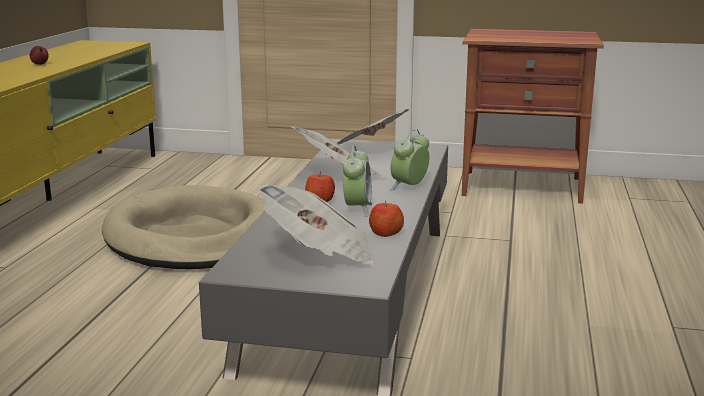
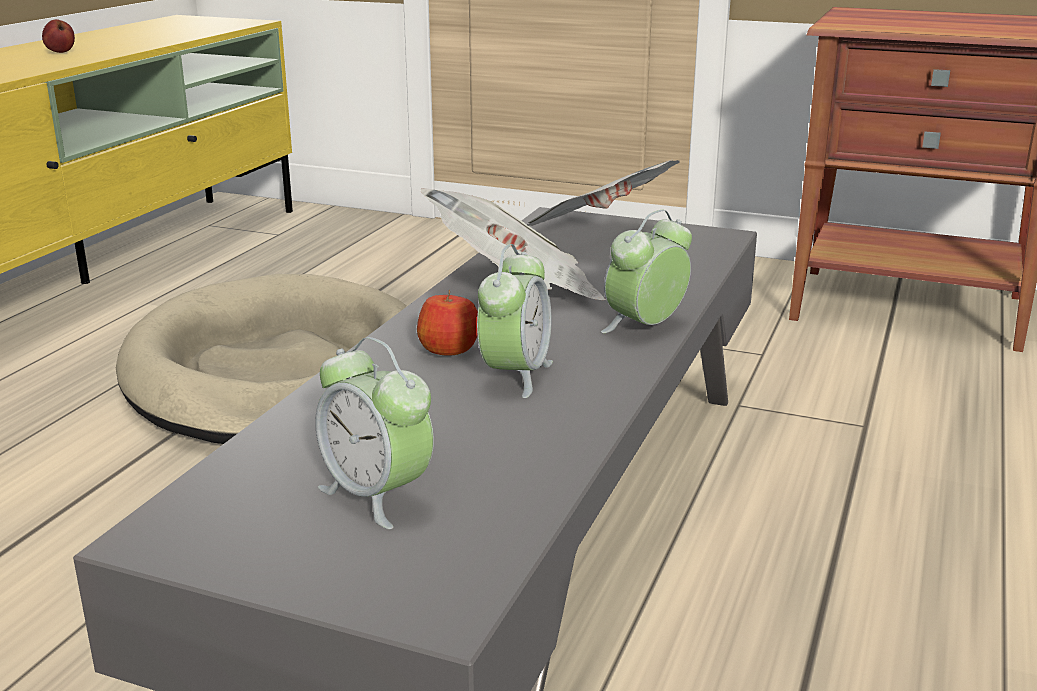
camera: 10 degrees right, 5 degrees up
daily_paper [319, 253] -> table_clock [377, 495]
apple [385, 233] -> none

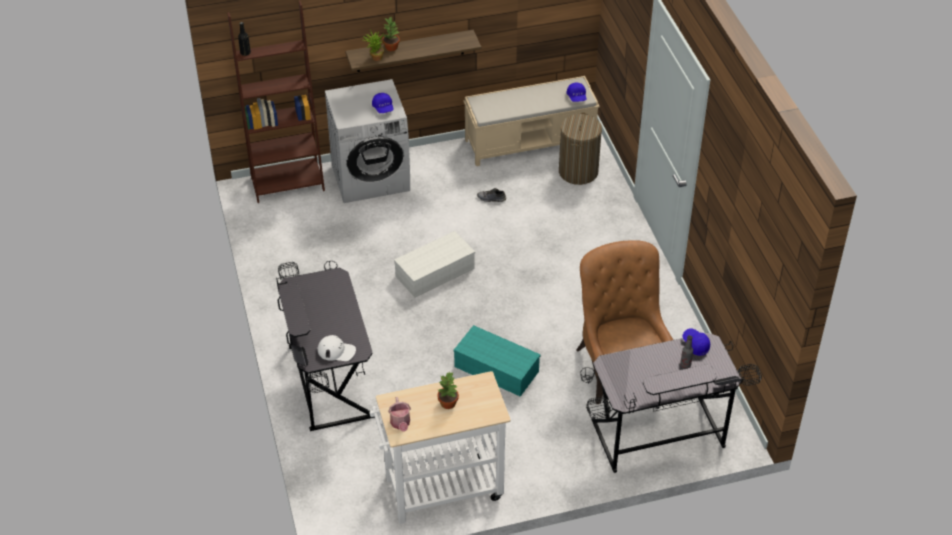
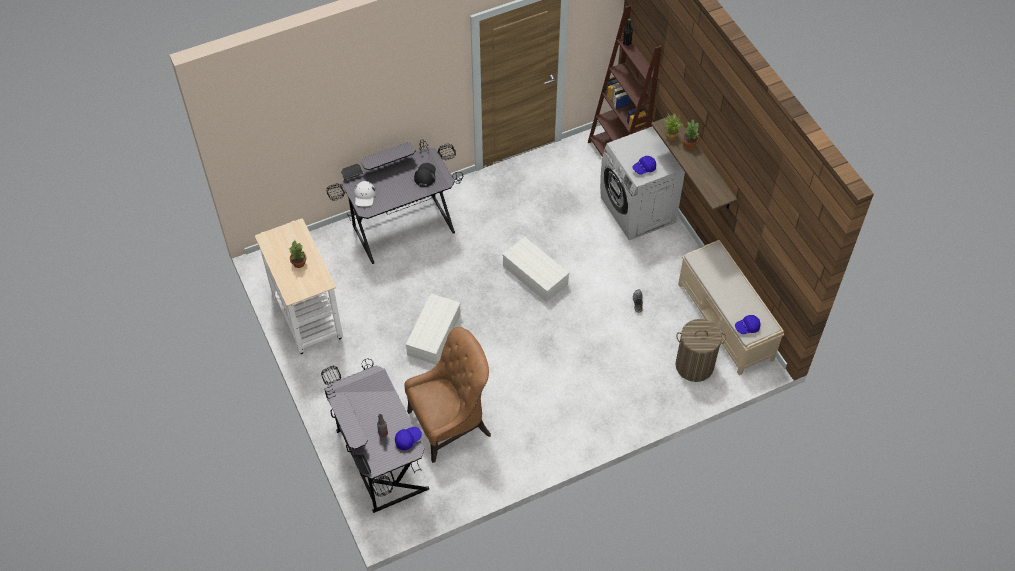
camera: 80 degrees right, 10 degrees up
turquoise_storage_container [495, 369] -> white-coloured_storage_container [433, 333]
watering_can [400, 424] -> none
none -> blackish_baseball_cap [425, 175]

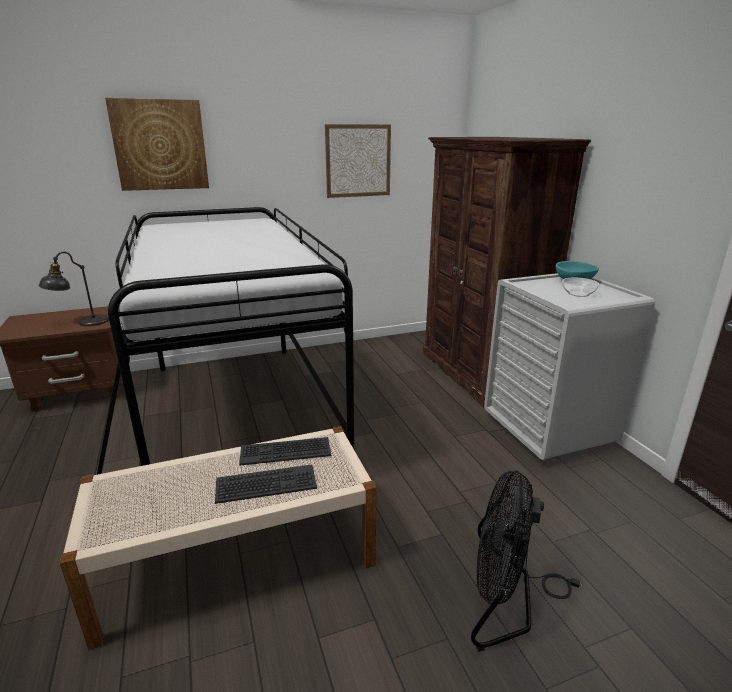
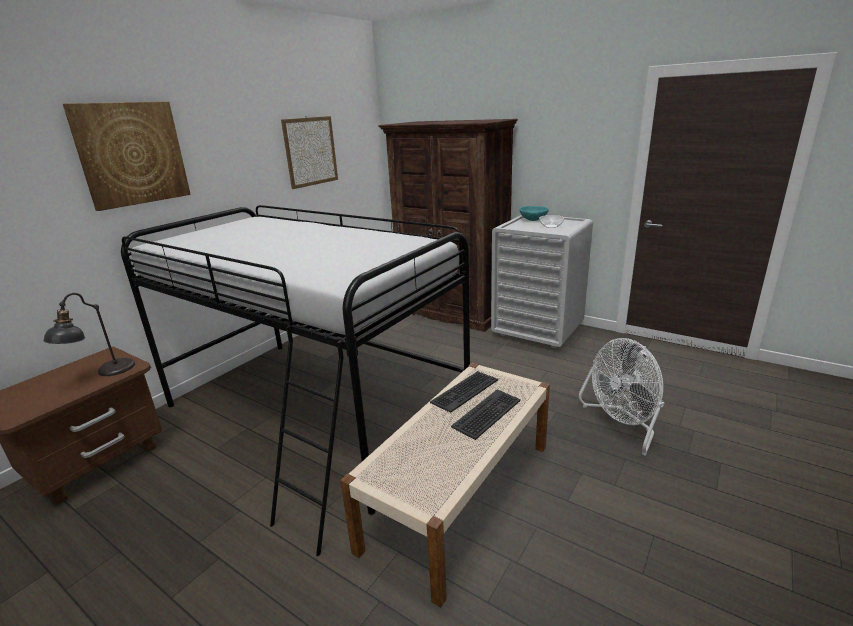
camera: 35 degrees left, 0 degrees up
blackish_cooling_fan [508, 593] -> white-coloured_cooling_fan [623, 422]

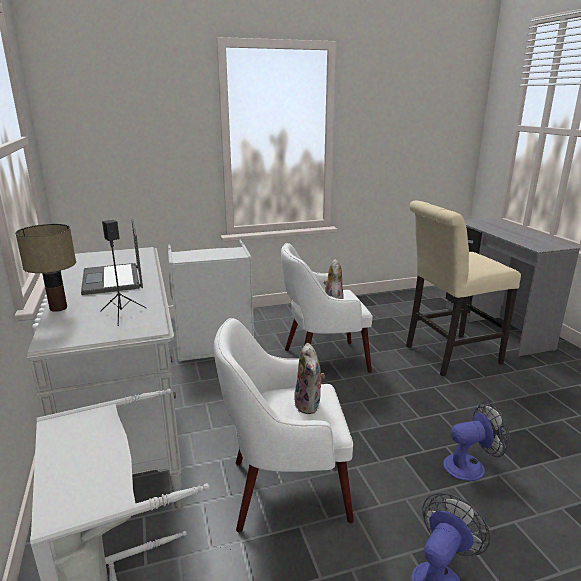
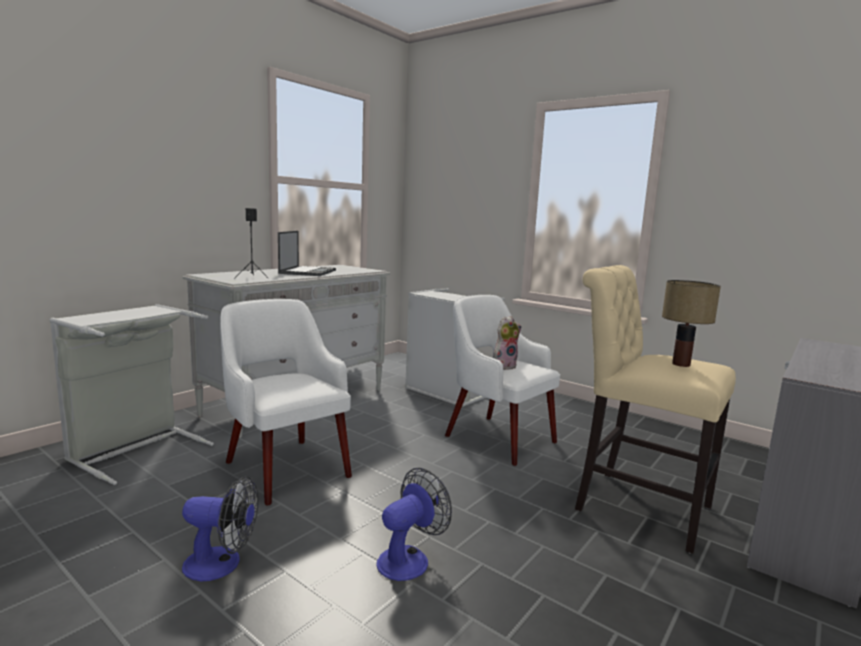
camera: 55 degrees right, 10 degrees down
laptop [113, 279] -> laptop [308, 272], 150 degrees clockwise
tabletop_lamp [59, 308] -> tabletop_lamp [682, 364], relocated
soft_toy [309, 405] -> none
cooling_fan [470, 466] -> cooling_fan [409, 558], 90 degrees counterclockwise

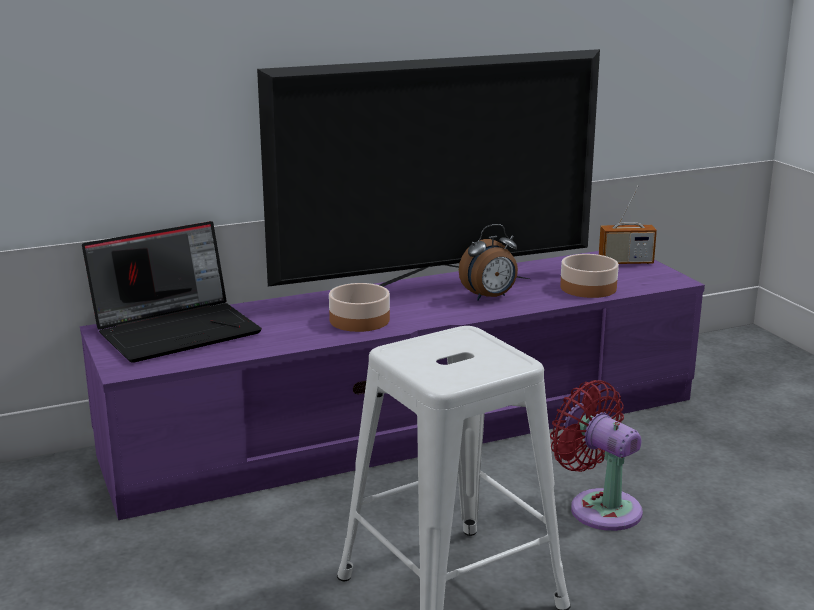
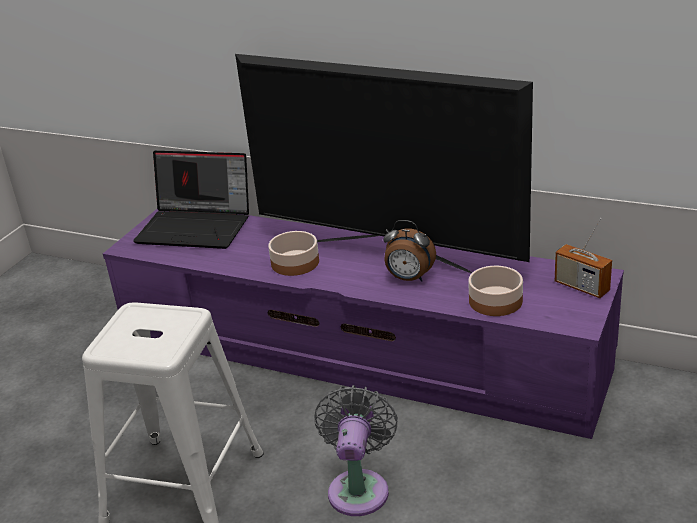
camera: 50 degrees right, 10 degrees up
red-coloured_cooling_fan [599, 507] -> gray_cooling_fan [359, 487]

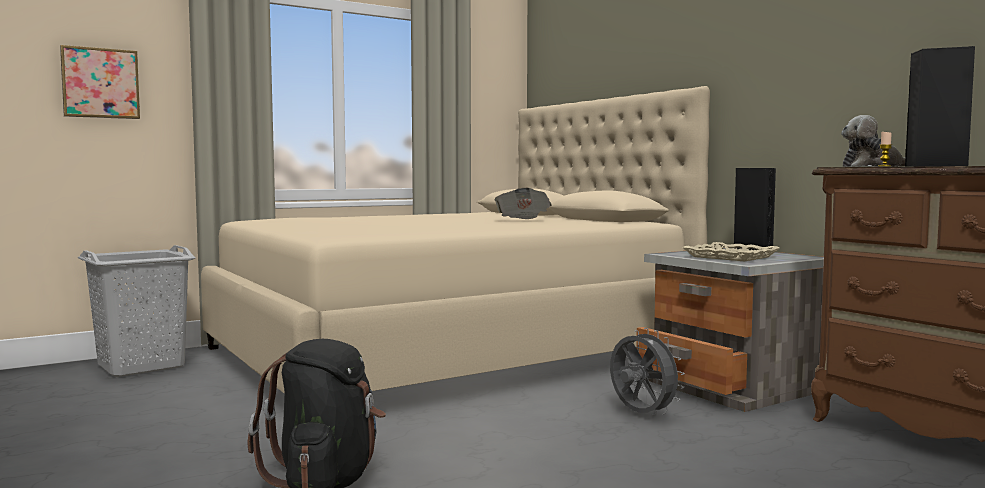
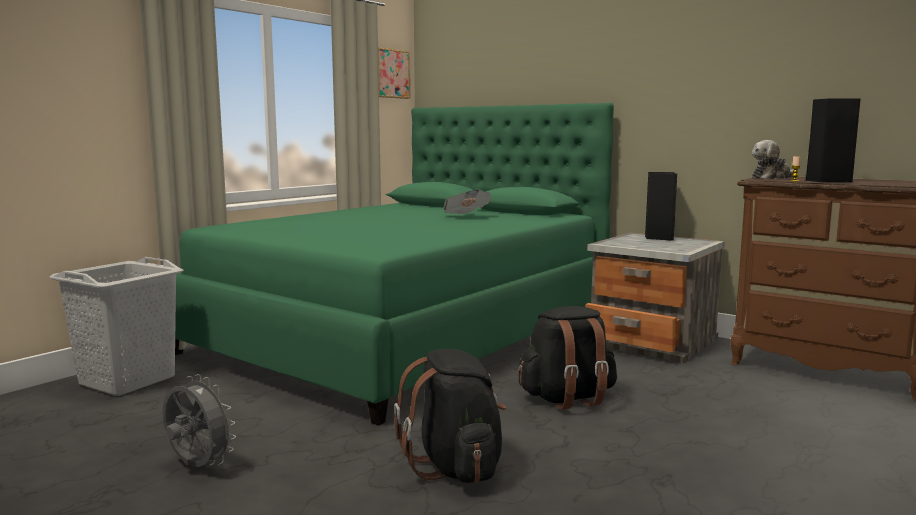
camera: 20 degrees left, 5 degrees up
wall_picture [100, 83] -> wall_picture [390, 73], relocated
beige_bed [449, 352] -> green-coloured_bed [406, 334]
beige_tray [730, 257] -> none
gray_cooling_fan [641, 415] -> gray_cooling_fan [197, 467], relocated
none -> blackish_knapsack [567, 398]

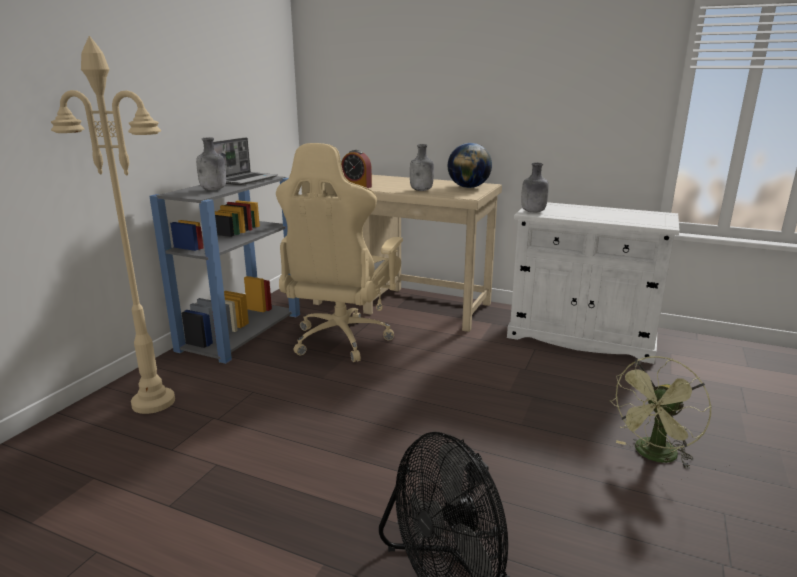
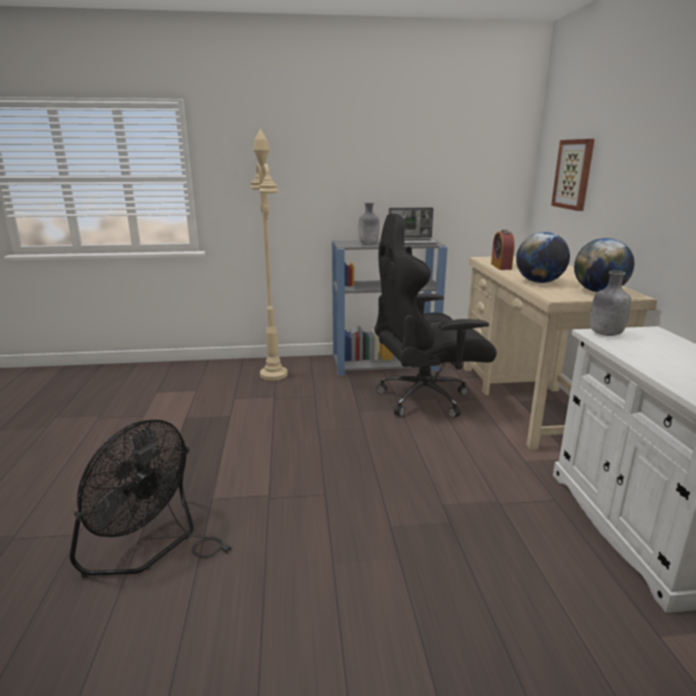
camera: 60 degrees right, 0 degrees up
beige_office_chair [343, 337] -> blackish_office_chair [428, 398]
gray_bottle [421, 190] -> world_globe [539, 282]
green-coloured_cooling_fan [653, 456] -> none
none -> wall_picture [574, 174]

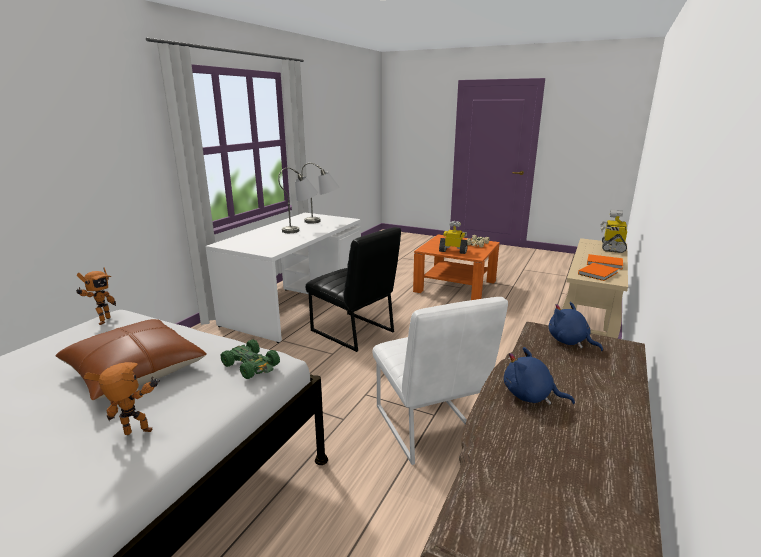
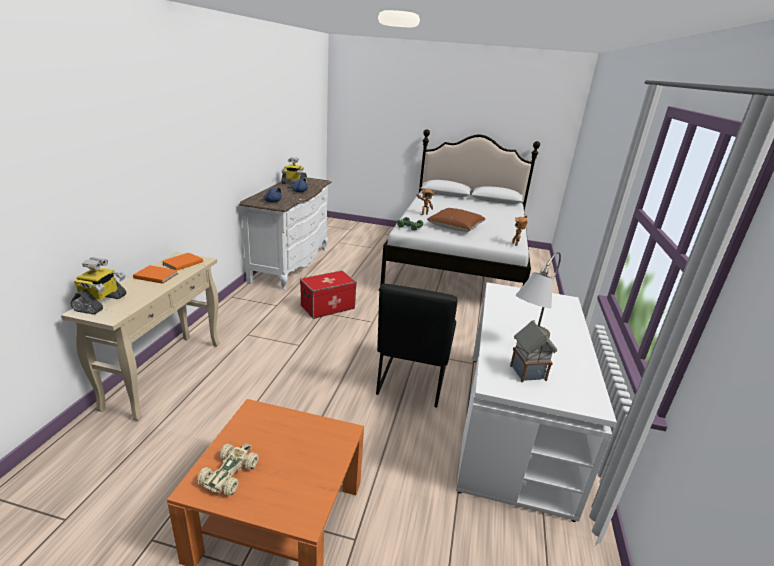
camera: 165 degrees right, 5 degrees up
gray_tabletop_lamp [323, 221] -> miniature_house [527, 372]
model_robot [453, 251] -> model_robot [294, 183], relocated
blackish_plain_chair [353, 332] -> blackish_plain_chair [411, 380], 105 degrees counterclockwise
white-coloured_plain_chair [428, 426] -> storage_container [327, 307]

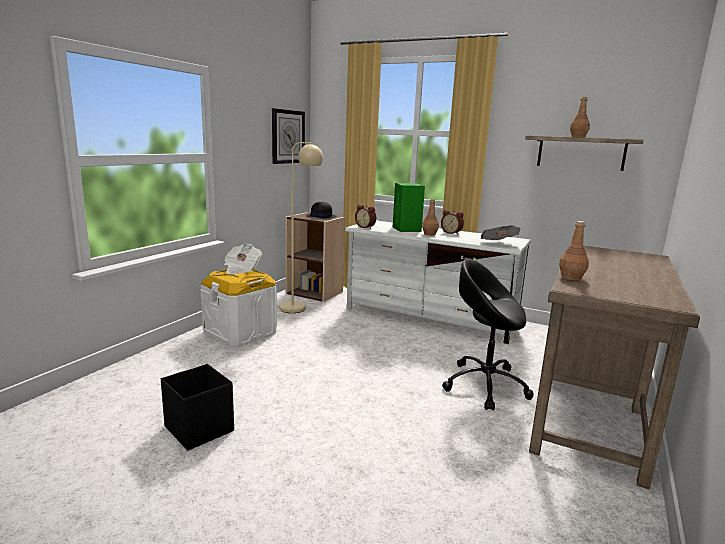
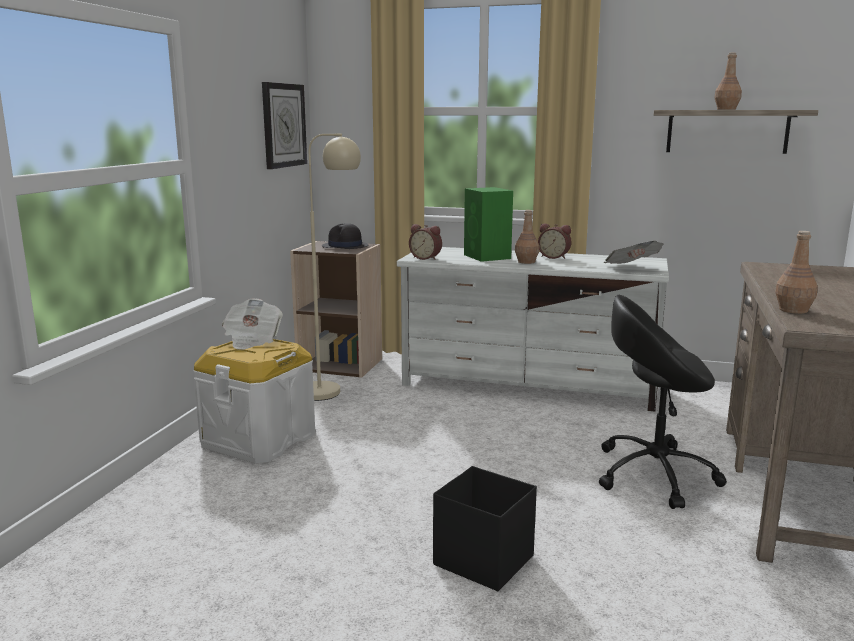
camera: 10 degrees left, 0 degrees up
blackish_storage_container [199, 428] -> blackish_storage_container [482, 560], relocated

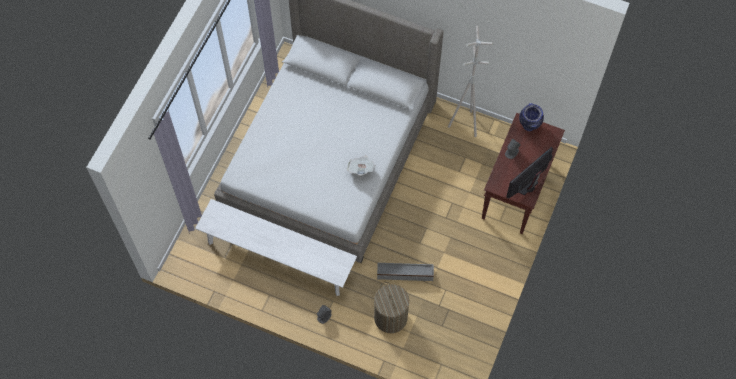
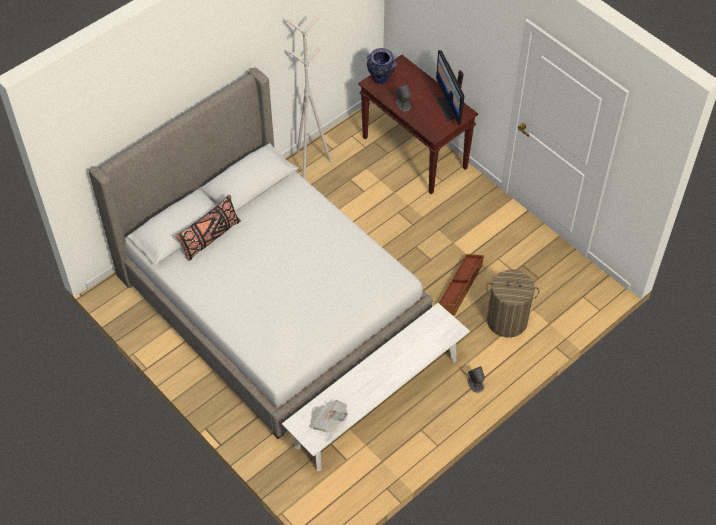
camera: 65 degrees left, 10 degrees down
daily_paper [361, 168] -> daily_paper [328, 420], relocated
gray_storage_container [405, 273] -> brownish_storage_container [461, 287]
none -> blackish_pillow [210, 238]

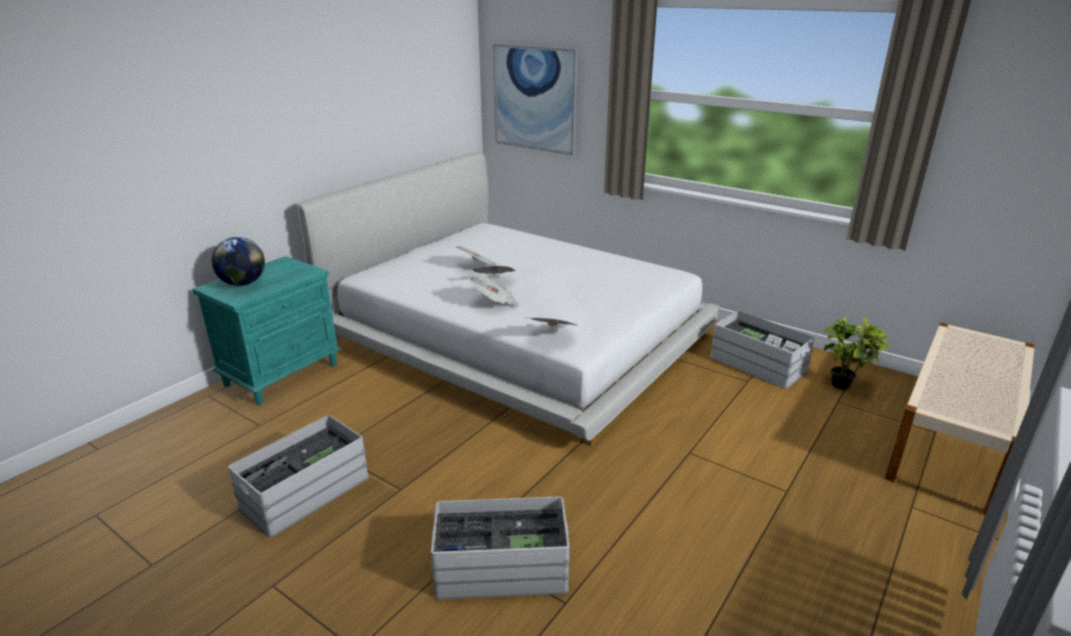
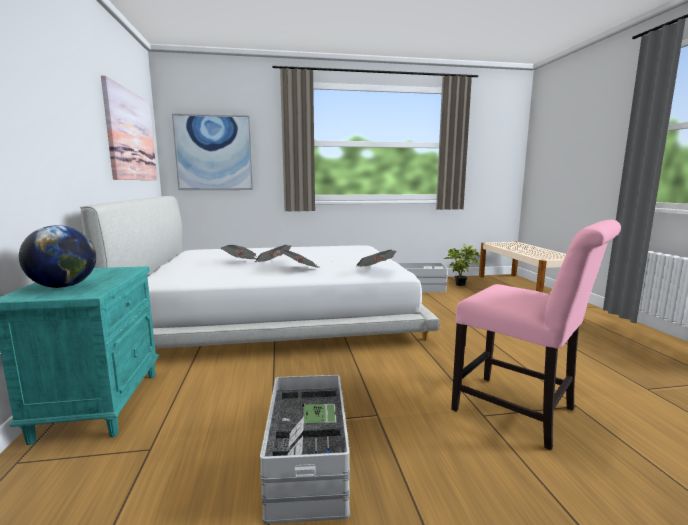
camera: 45 degrees left, 15 degrees down
gray_storage_container [501, 568] -> pinkish_plain_chair [521, 413]
none -> wall_picture [131, 136]

